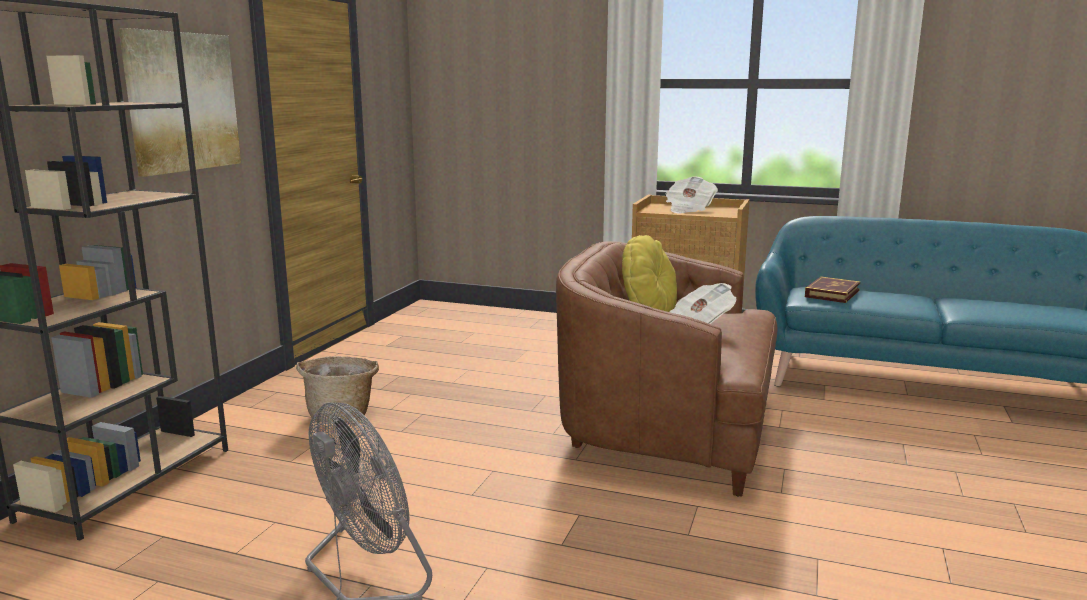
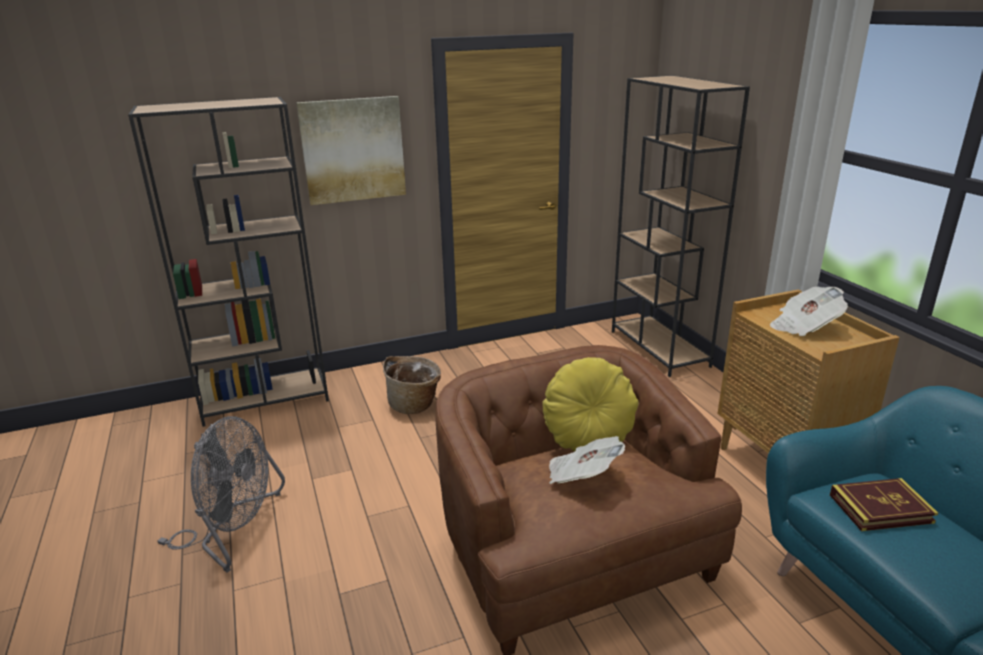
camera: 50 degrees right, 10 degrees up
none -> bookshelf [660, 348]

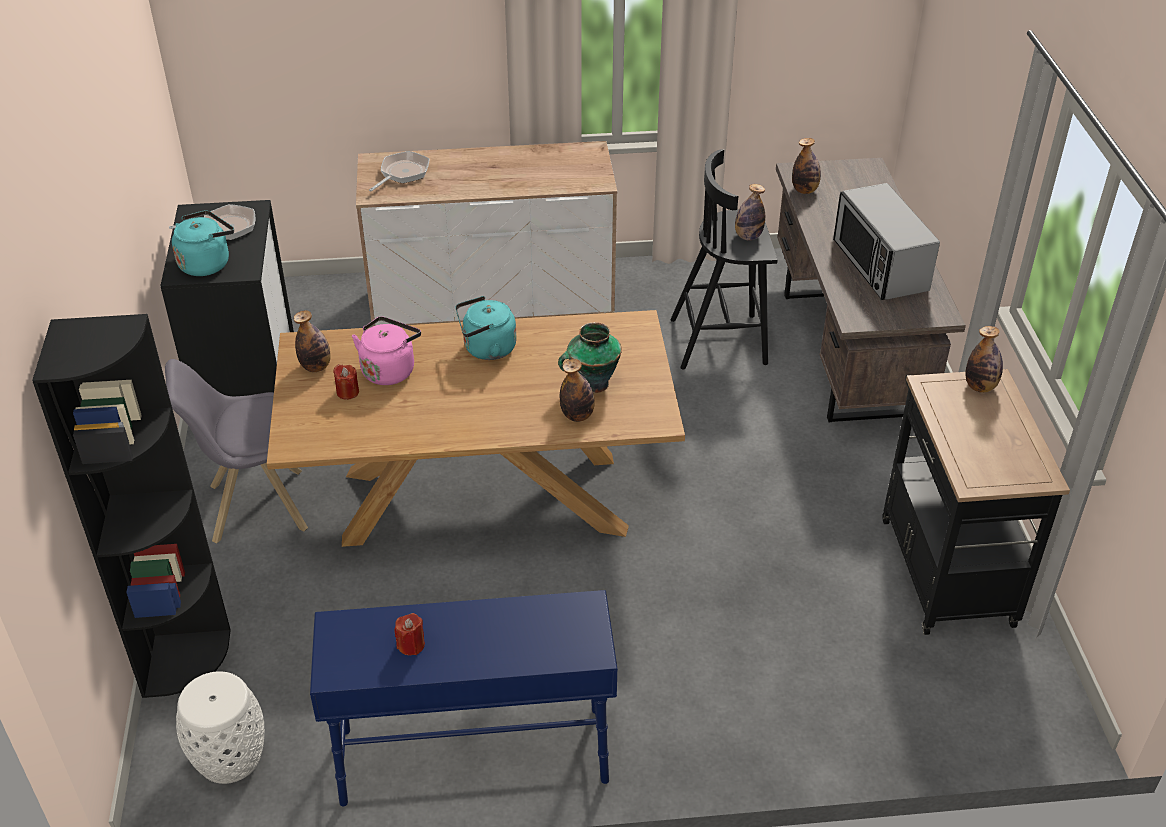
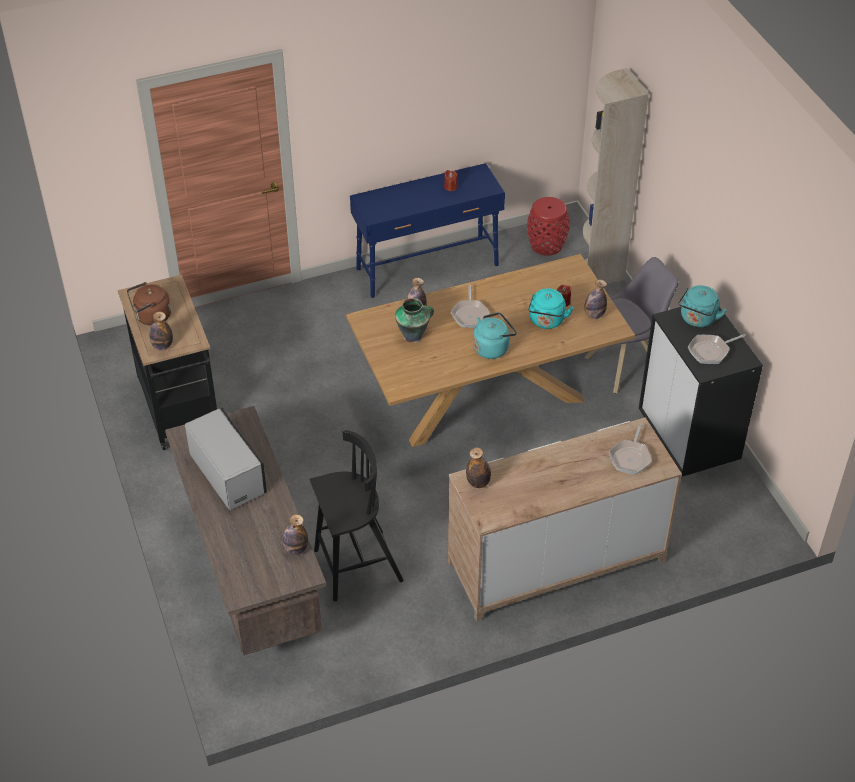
camera: 165 degrees right, 5 degrees up
bottle [748, 236] -> bottle [478, 482], relocated
blackish_bookshelf [186, 668] -> beige_bookshelf [597, 276]
pinkish_tea_kettle [389, 370] -> turquoise_tea_kettle [546, 321]
white-coloured_stool_seat [229, 758] -> red-coloured_stool_seat [546, 245]
none -> brownish_tea_kettle [151, 317]
none -> frying_pan [470, 314]

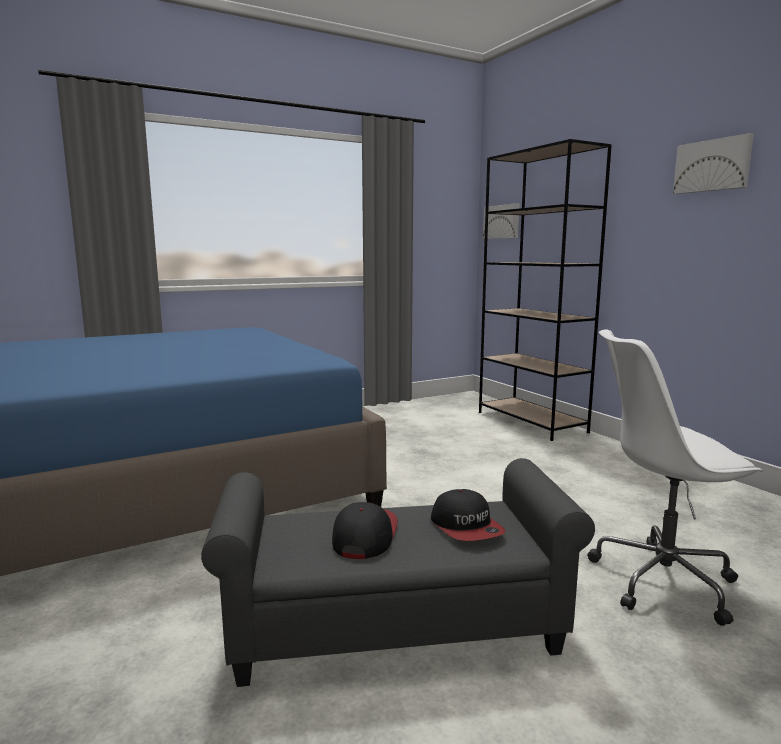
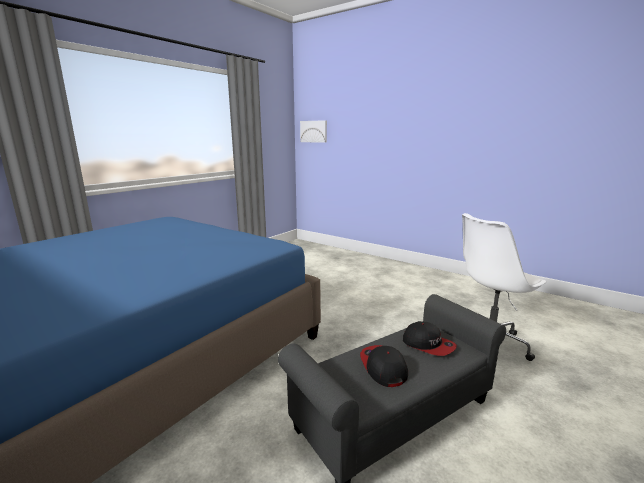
camera: 25 degrees left, 5 degrees up
wall_picture [713, 165] -> none
beige_bookshelf [532, 422] -> none

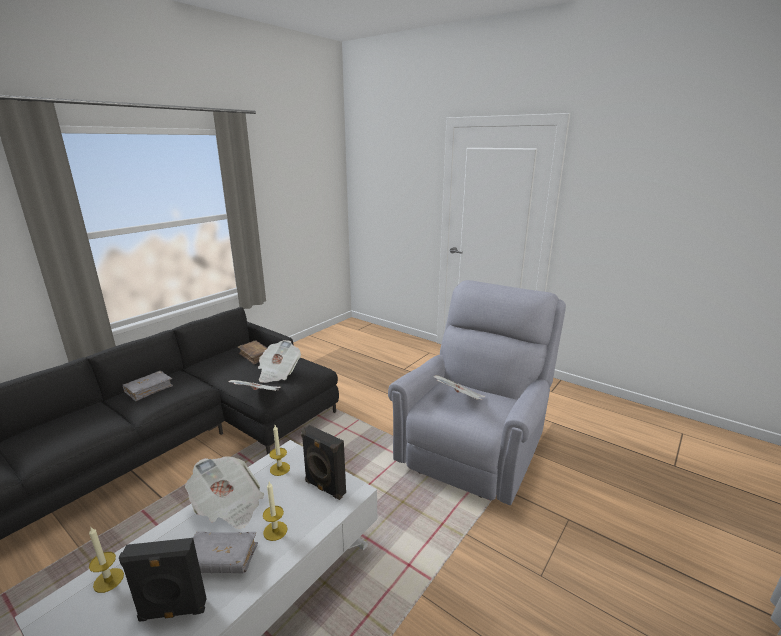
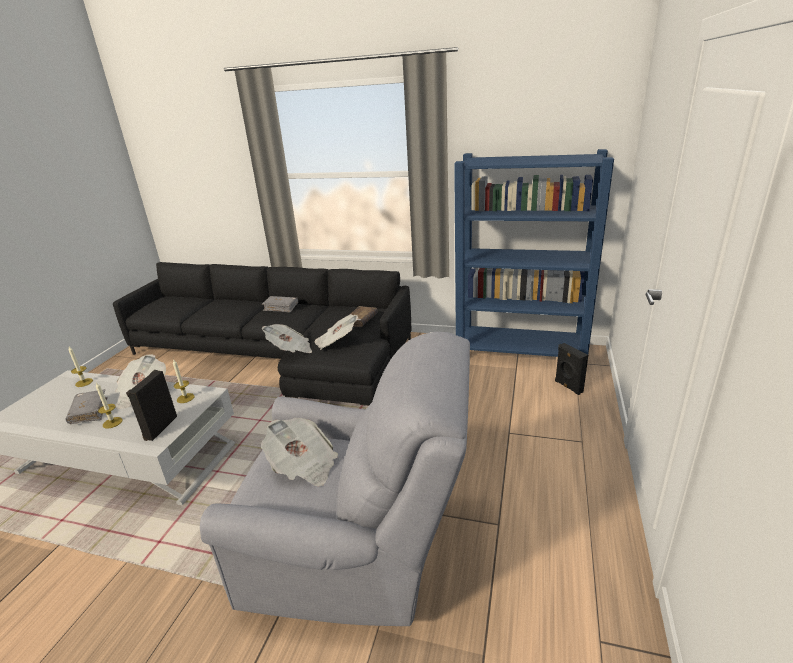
camera: 70 degrees right, 5 degrees up
blackish_audio_speaker [172, 612] -> blackish_audio_speaker [568, 387], relocated
none -> bluish_bookshelf [520, 353]

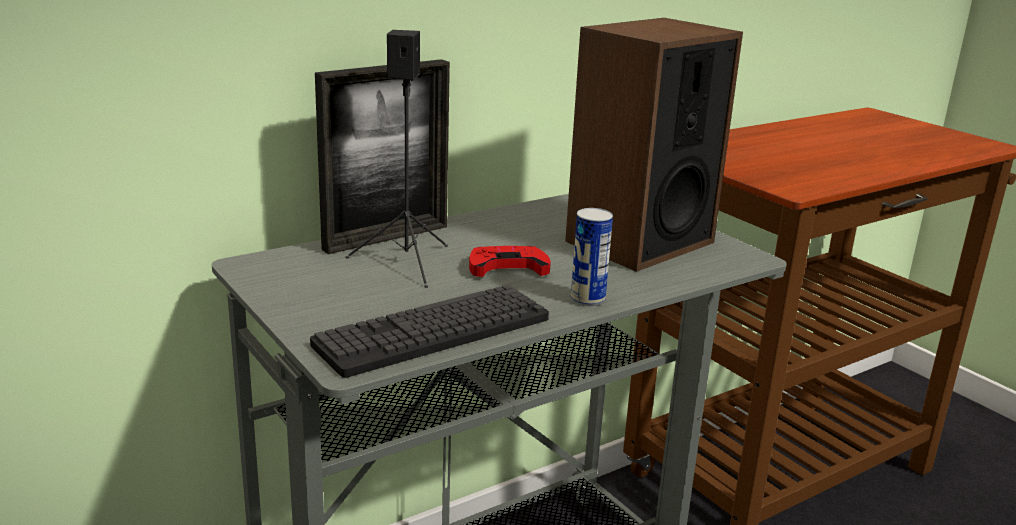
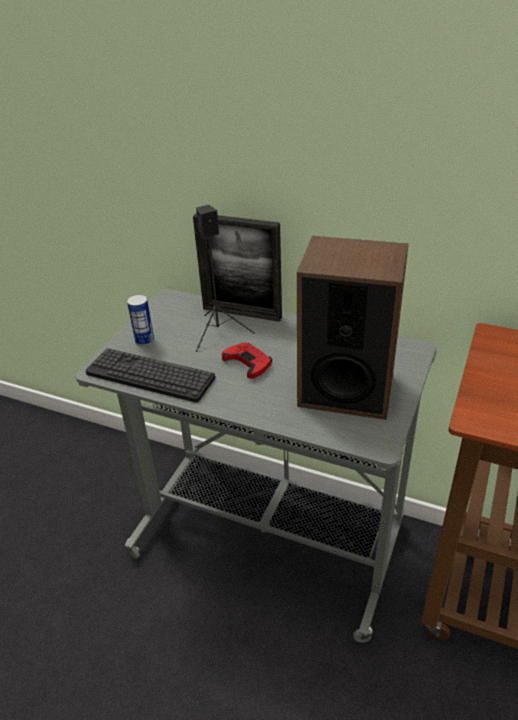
camera: 60 degrees right, 15 degrees up
metal_can [587, 299] -> metal_can [145, 342], relocated

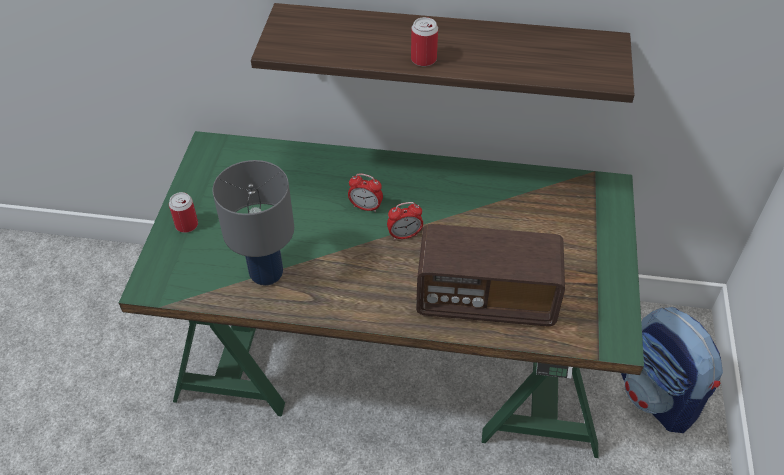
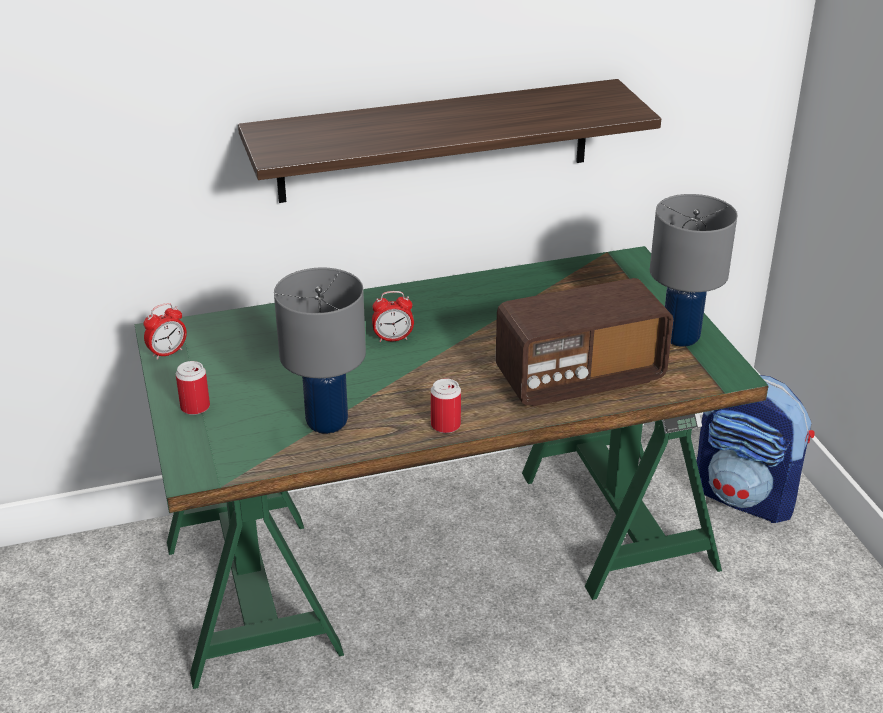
camera: 25 degrees left, 15 degrees down
metal_can [423, 59] -> metal_can [445, 425], relocated
table_clock [404, 235] -> table_clock [167, 353], relocated
none -> gray_tabletop_lamp [679, 339]

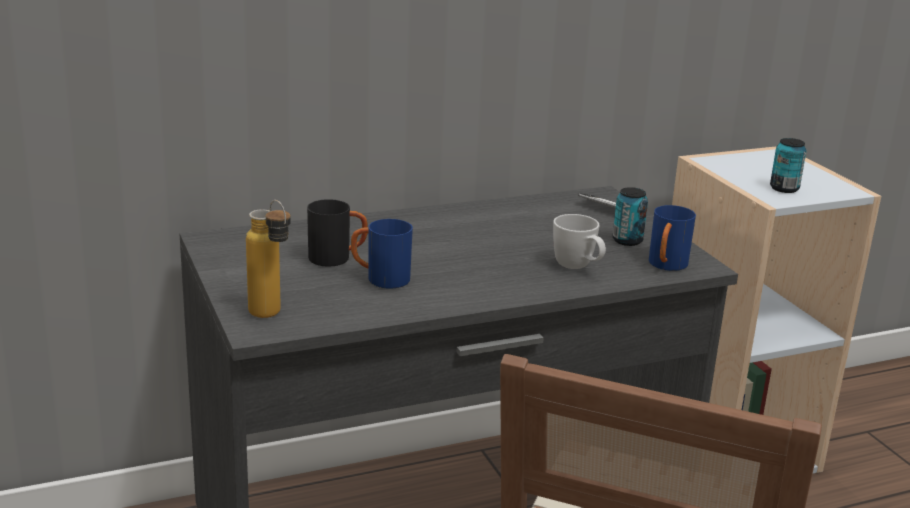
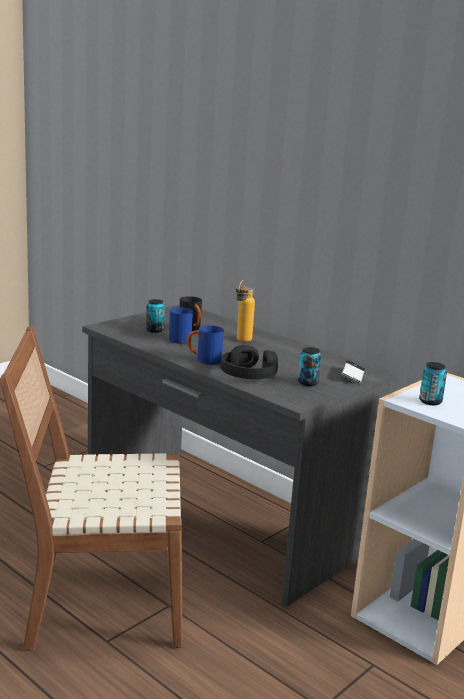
camera: 65 degrees right, 5 degrees down
bottle [271, 317] -> bottle [241, 341], relocated
bluish_mug [666, 266] -> bluish_mug [204, 360], relocated
white-coloured_mug [578, 268] -> blackish_headset [249, 374]
none -> metal_can [154, 330]

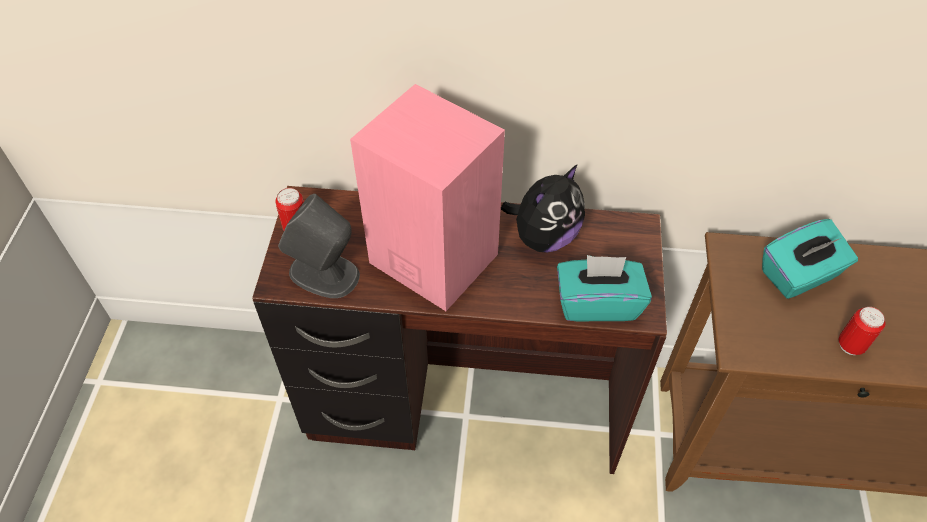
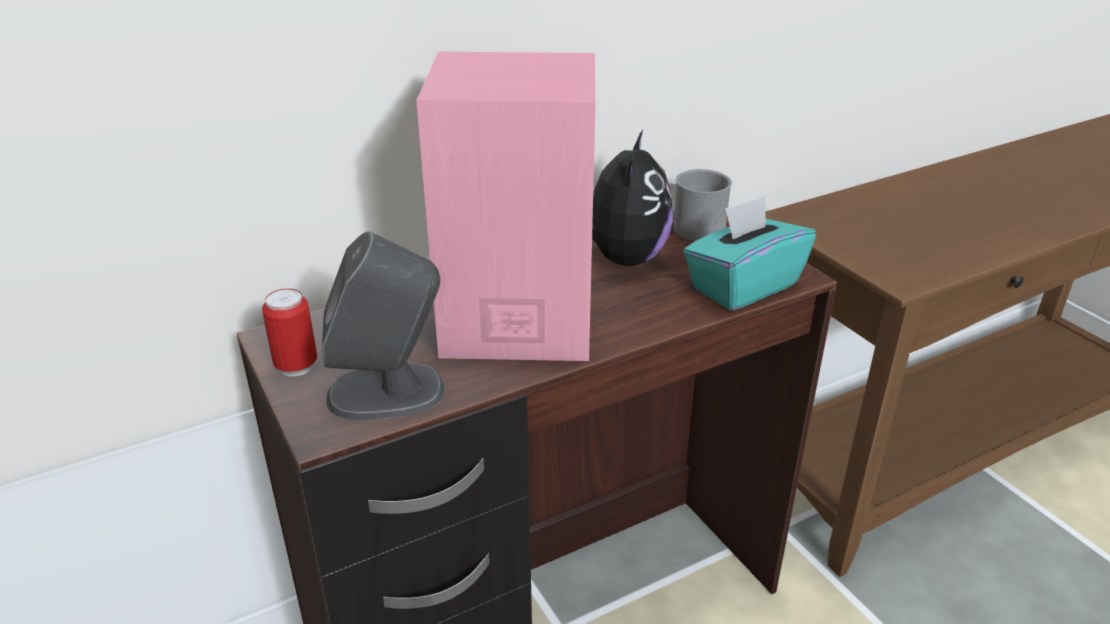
camera: 35 degrees left, 20 degrees down
turquoise_box_of_tissues [799, 275] -> none
metal_can [850, 345] -> none
none -> gray_mug [690, 227]

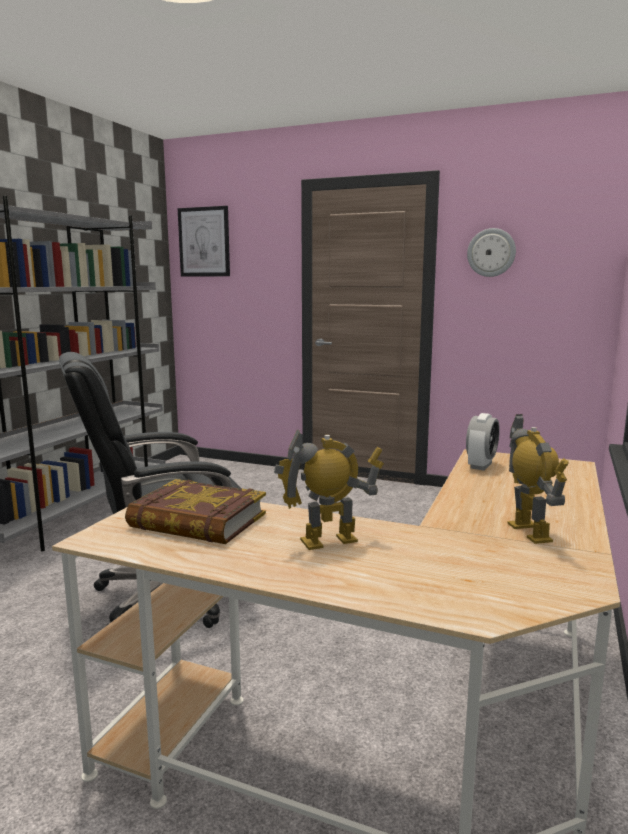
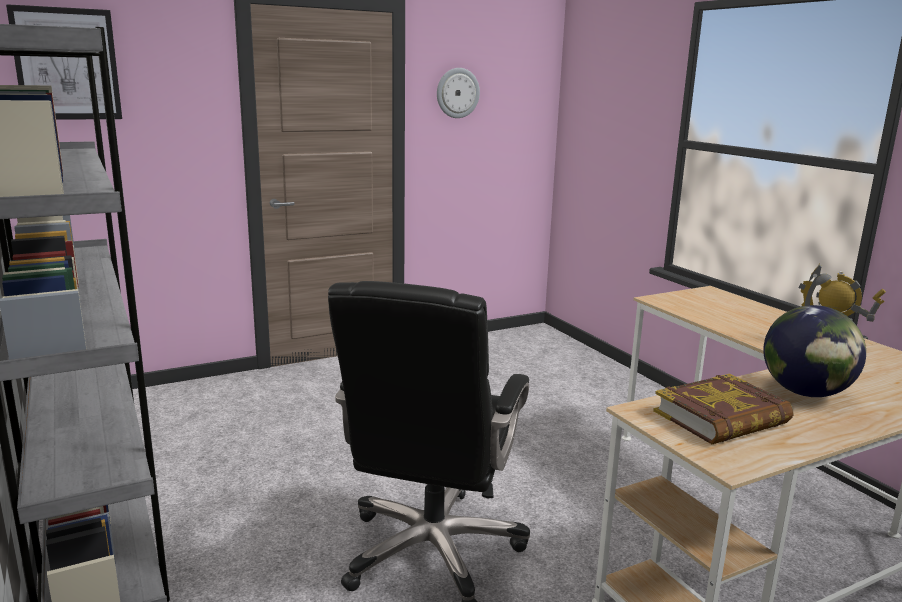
camera: 50 degrees left, 5 degrees up
table_clock [481, 465] -> none
model_robot [329, 541] -> world_globe [806, 393]

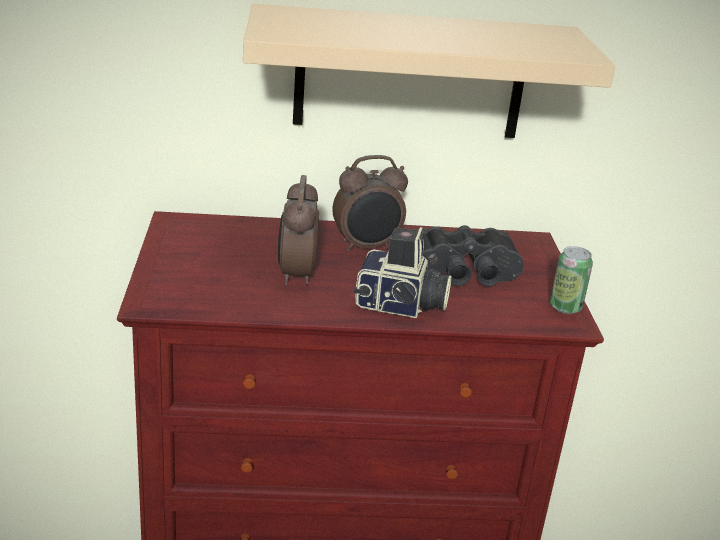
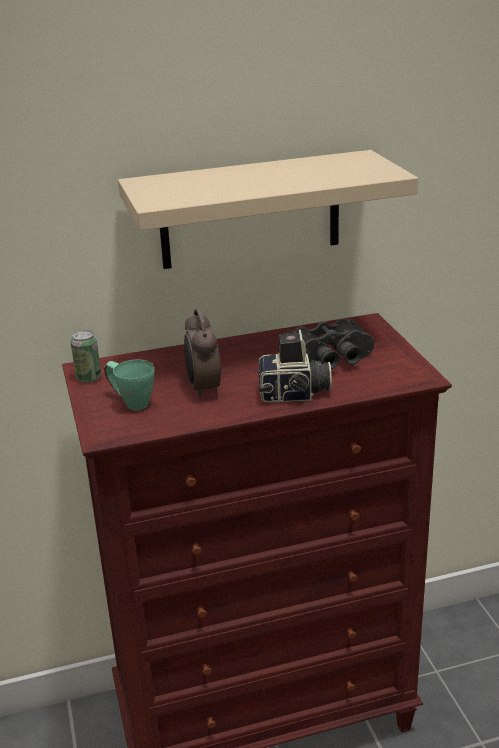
camera: 10 degrees left, 0 degrees up
table_clock [367, 247] -> none
metal_can [565, 307] -> metal_can [88, 378], relocated
none -> green-coloured_mug [130, 402]

